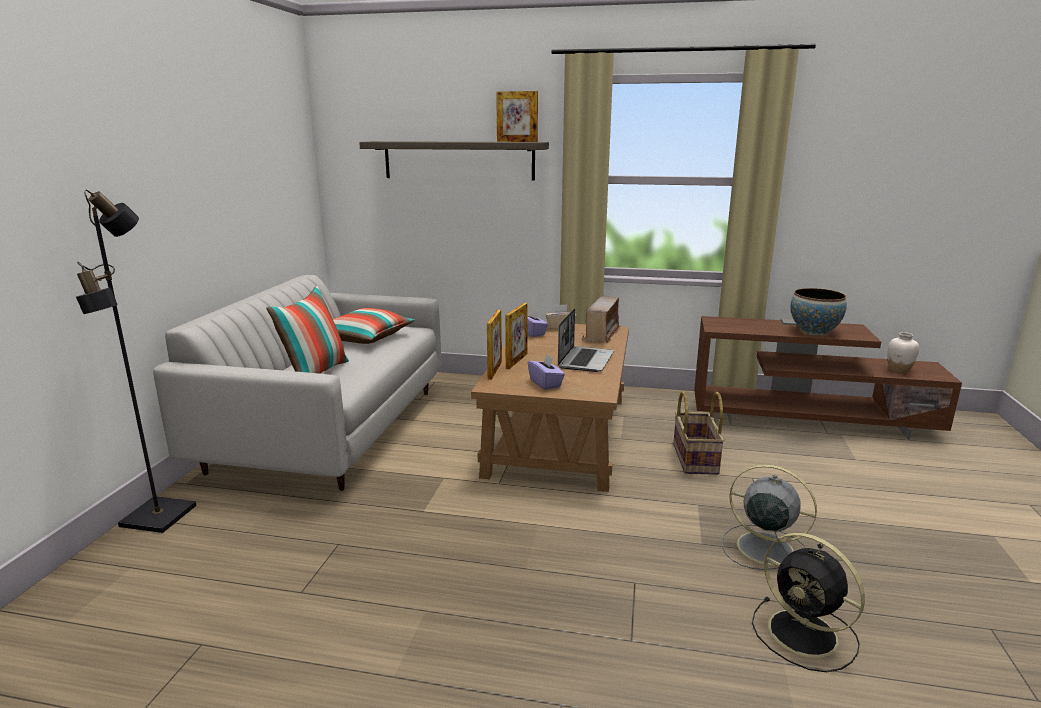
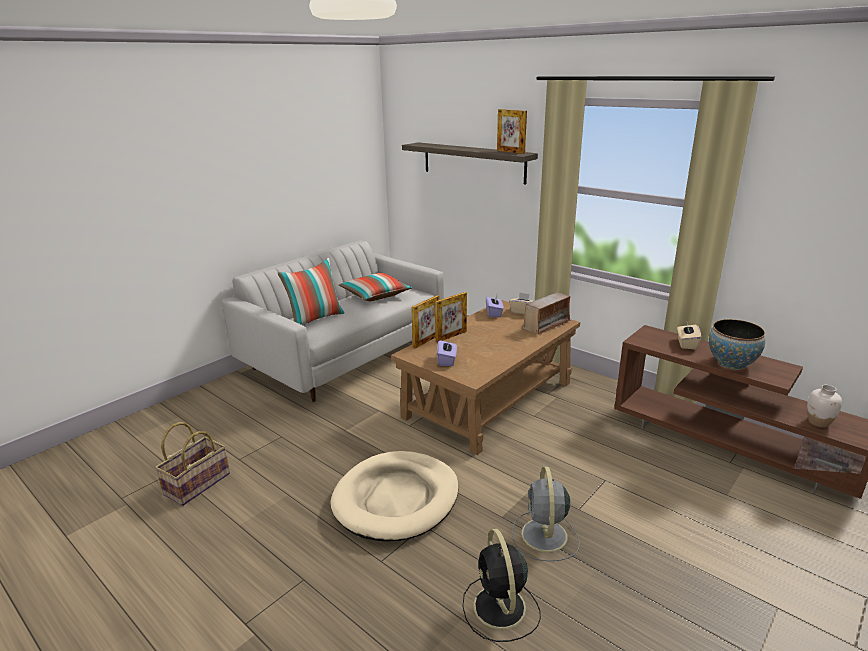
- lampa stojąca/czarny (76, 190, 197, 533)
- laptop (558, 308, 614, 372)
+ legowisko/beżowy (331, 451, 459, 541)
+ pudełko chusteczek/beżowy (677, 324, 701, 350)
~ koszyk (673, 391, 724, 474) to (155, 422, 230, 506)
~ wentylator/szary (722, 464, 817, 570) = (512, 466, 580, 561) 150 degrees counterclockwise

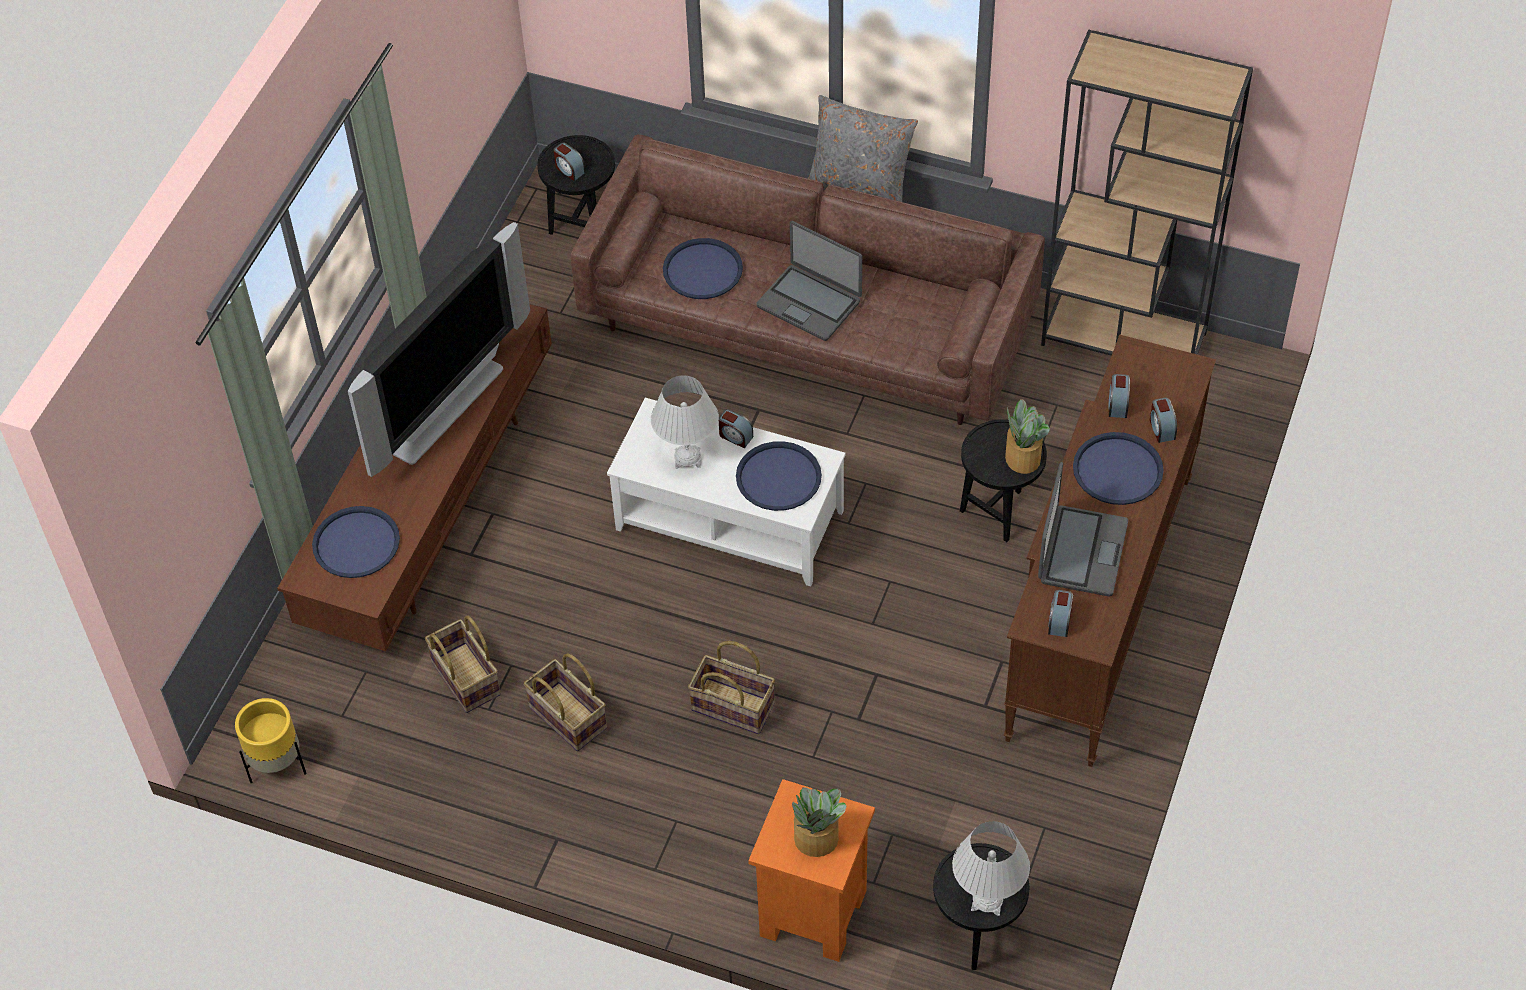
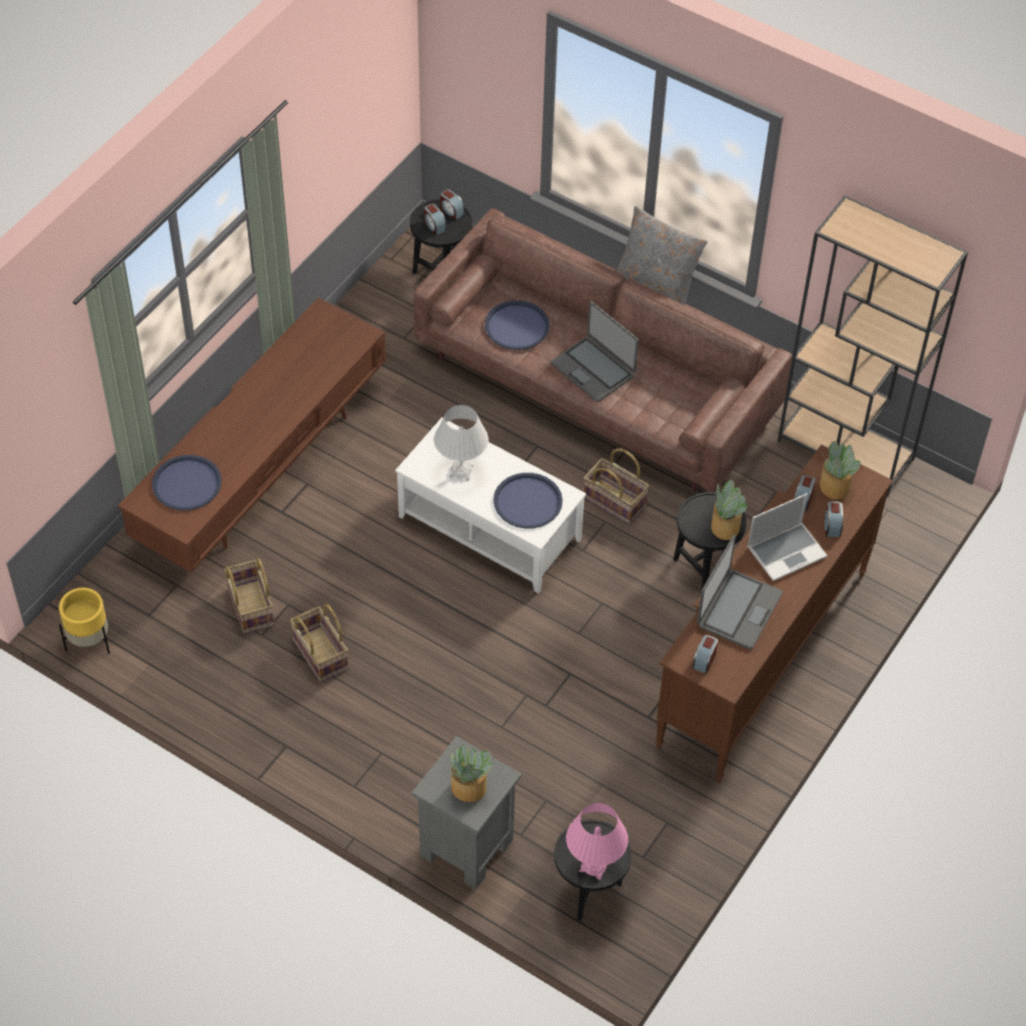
- telewizor (348, 222, 530, 477)
+ roślina doniczkowa (820, 441, 861, 500)
~ koszyk (688, 641, 775, 734) to (584, 448, 649, 525)
~ budzik (719, 409, 753, 448) to (440, 189, 464, 220)
~ taca/niebieski (1073, 432, 1164, 505) to laptop (747, 493, 827, 581)
~ szafka nocna/pomarańczowy (748, 779, 875, 962) to szafka nocna/szary (412, 736, 522, 890)
~ lampa stołowa/biały (952, 821, 1030, 916) to lampa stołowa/różowy (566, 803, 628, 880)

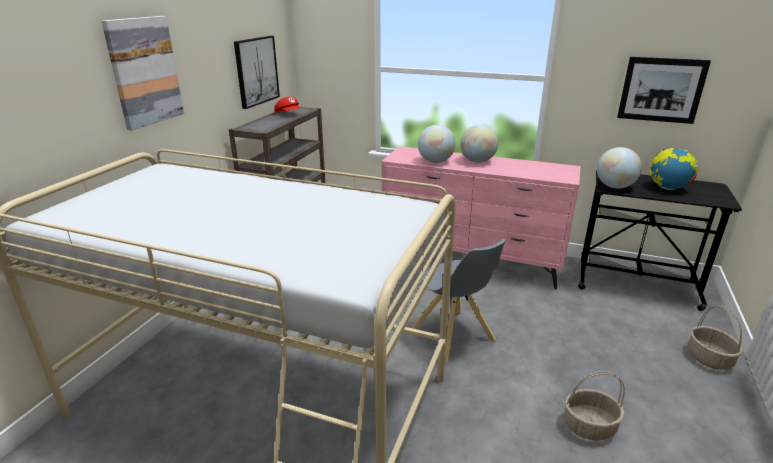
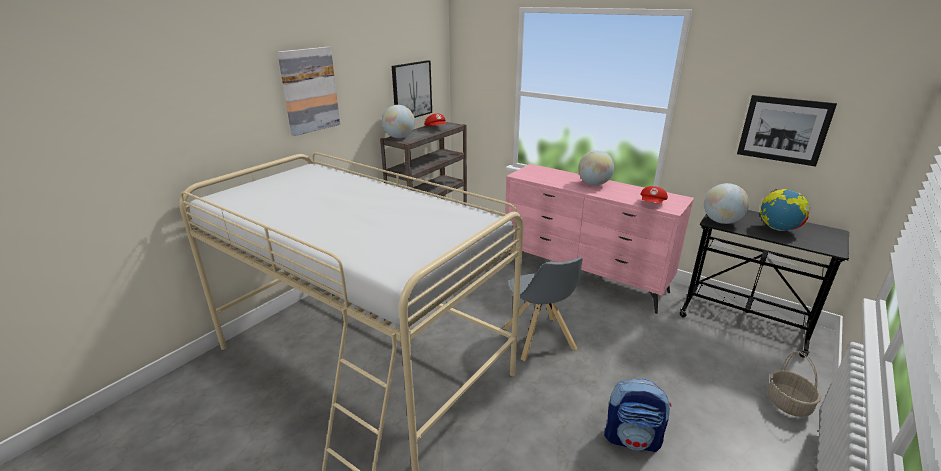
+ czapka z daszkiem/czerwony (640, 186, 668, 203)
~ globus (418, 125, 456, 163) to (382, 105, 415, 138)
~ koszyk (564, 371, 625, 441) to plecak (604, 379, 671, 452)

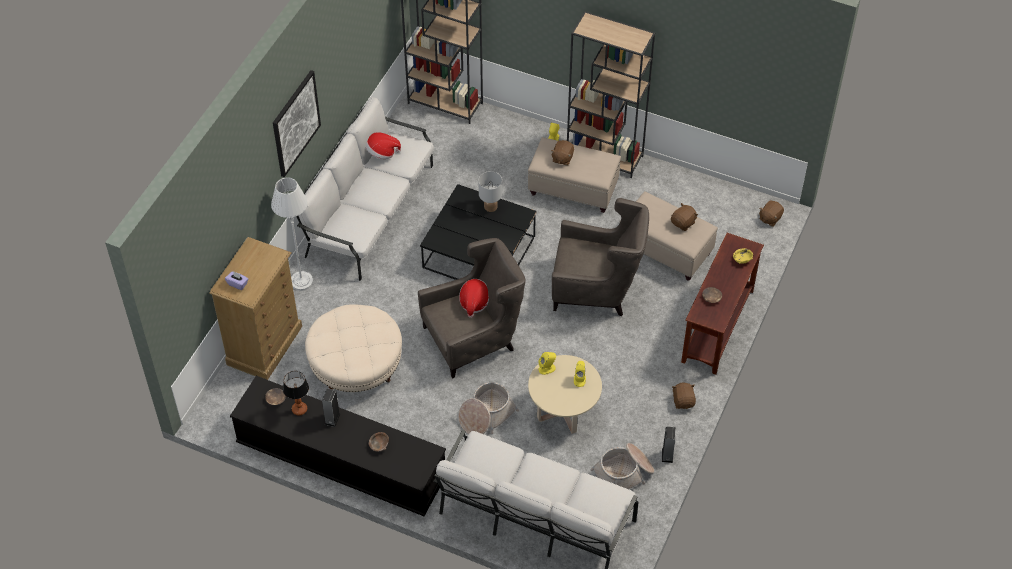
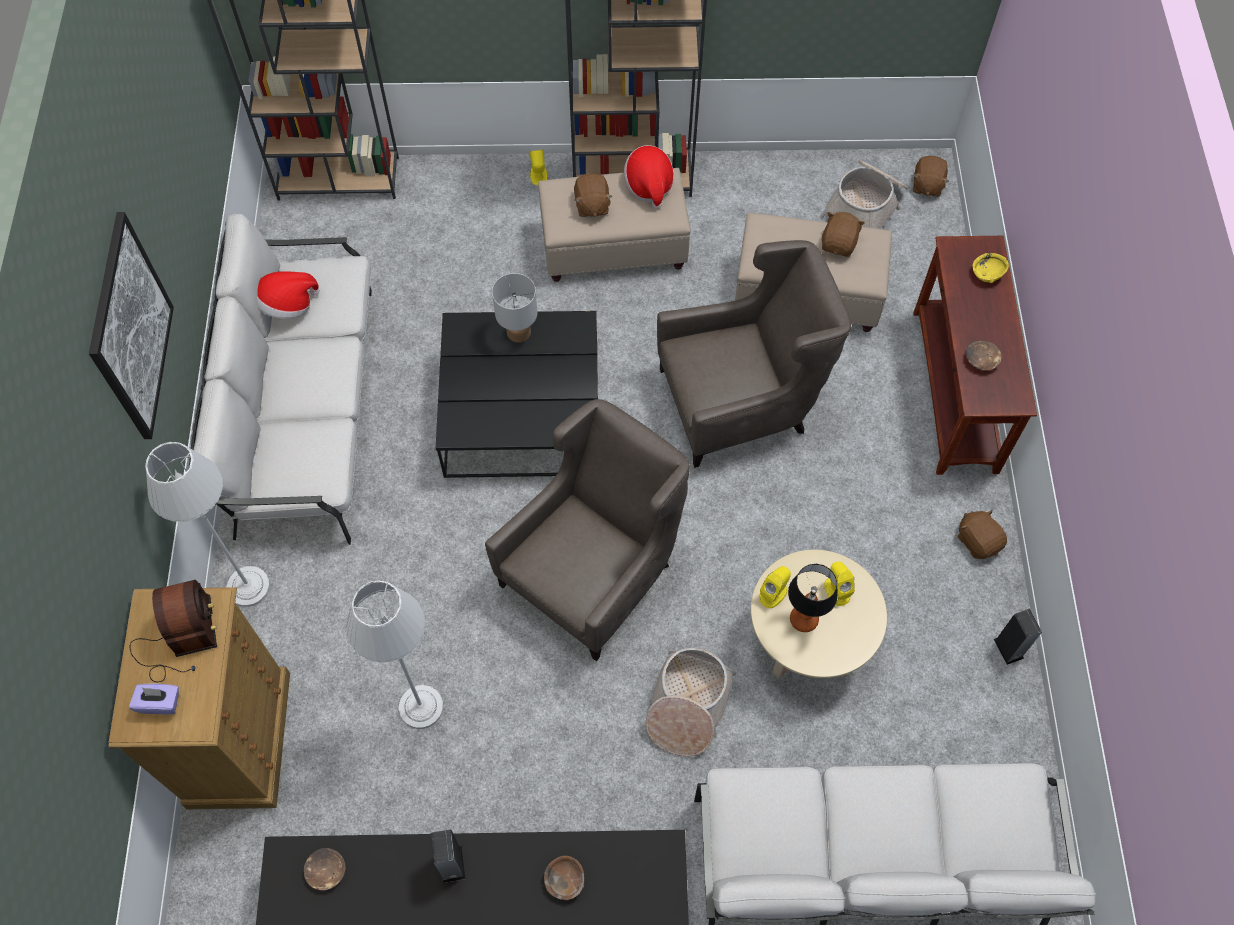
+ radio (130, 580, 217, 682)
~ lampa stołowa (283, 371, 309, 415) to (788, 564, 838, 632)
~ kapelusz (459, 279, 489, 318) to (624, 145, 674, 209)
~ koszyk (590, 443, 654, 489) to (819, 160, 908, 229)
~ pufa/beżowy (305, 304, 402, 392) to lampa stojąca/szary (346, 581, 443, 729)

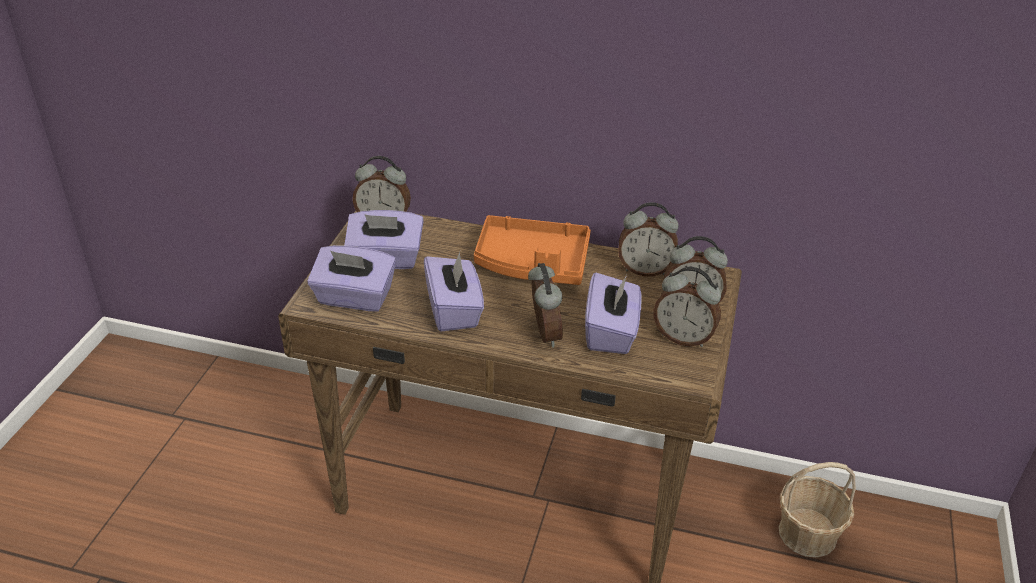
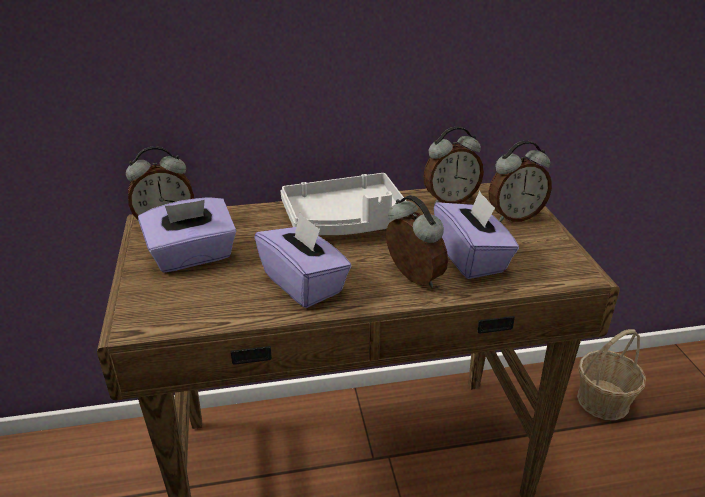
- pudełko chusteczek/fioletowy (307, 245, 396, 312)
- budzik (654, 267, 721, 347)
~ taca/pomarańczowy (474, 215, 591, 285) to taca/szary (280, 173, 406, 235)

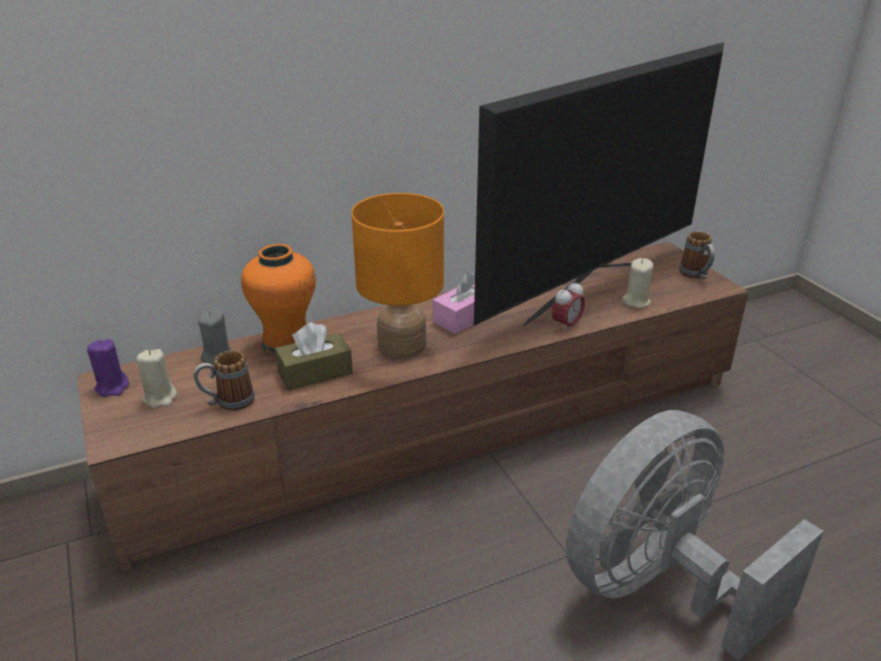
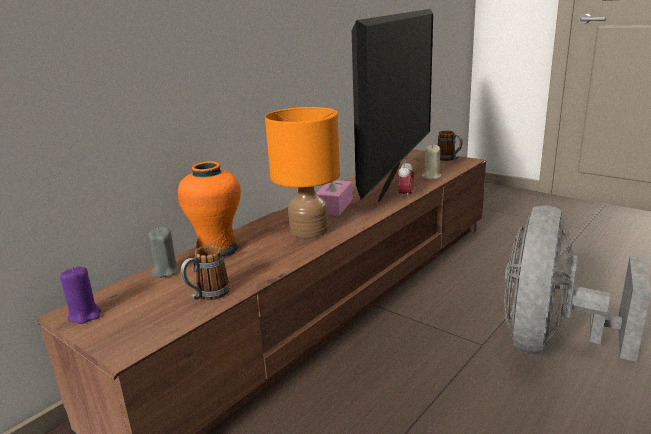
- świeca/beżowy (136, 349, 177, 408)
- pudełko chusteczek/brązowy (275, 322, 353, 391)

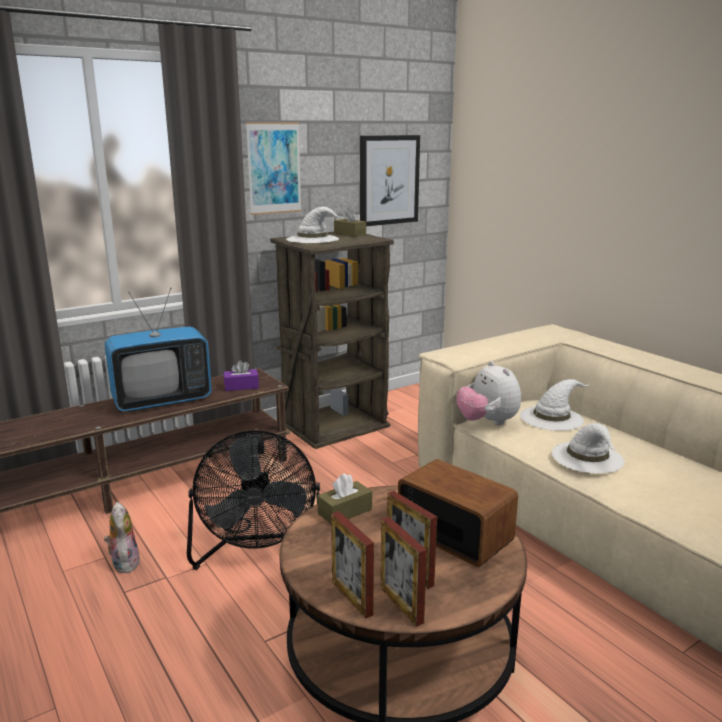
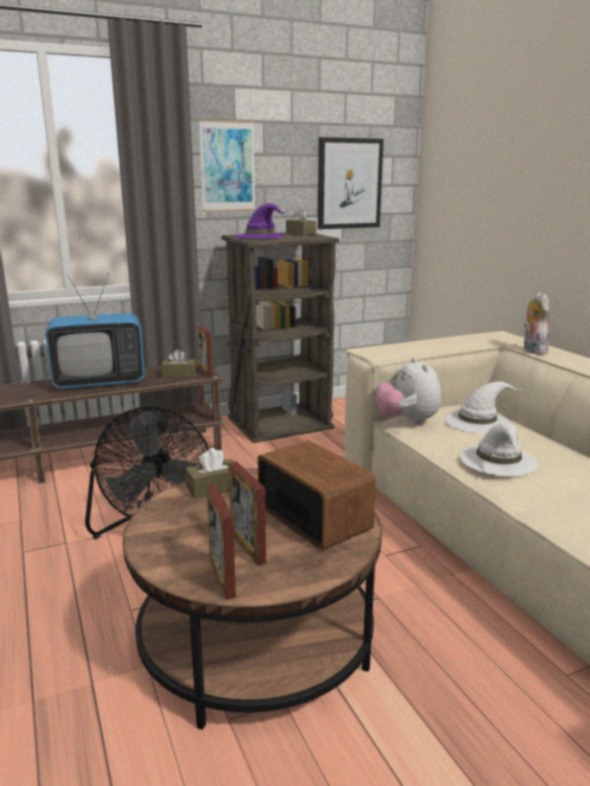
~ pluszak (104, 502, 140, 573) to (523, 292, 550, 355)
~ ramka na zdjęcie (331, 511, 374, 618) to (198, 326, 213, 376)
~ pudełko chusteczek/fioletowy (224, 360, 259, 391) to pudełko chusteczek/brązowy (161, 349, 196, 378)
~ kapelusz/biały (286, 207, 343, 243) to kapelusz/fioletowy (235, 203, 286, 239)

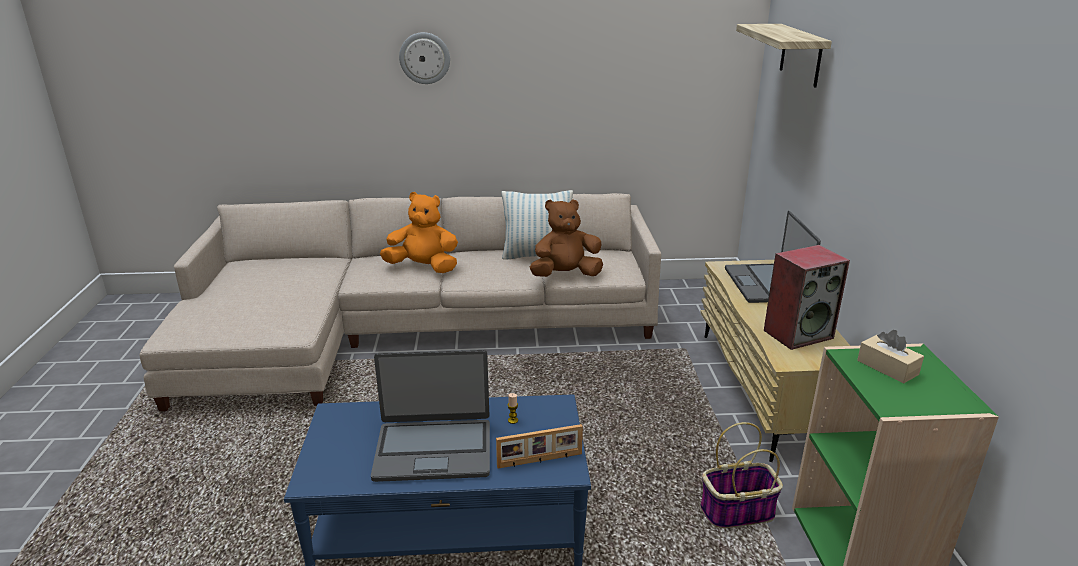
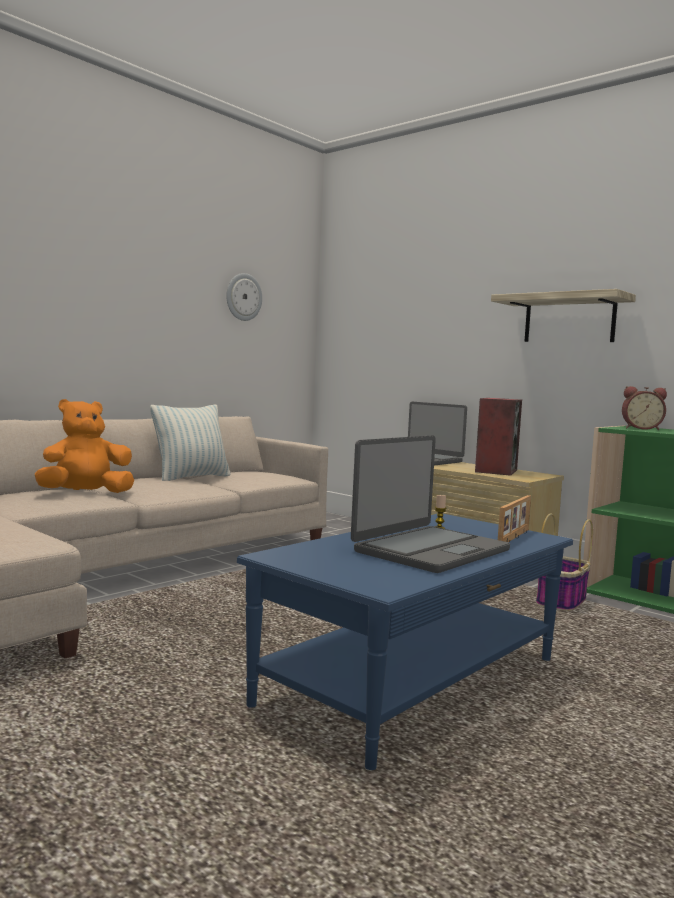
- pluszak/brązowy (530, 199, 603, 277)
~ zegar ścienny (399, 32, 450, 84) to (226, 273, 262, 321)
~ półka (736, 24, 832, 87) to (491, 289, 636, 342)
~ pudełko chusteczek/beżowy (857, 330, 924, 384) to budzik (622, 386, 667, 430)

